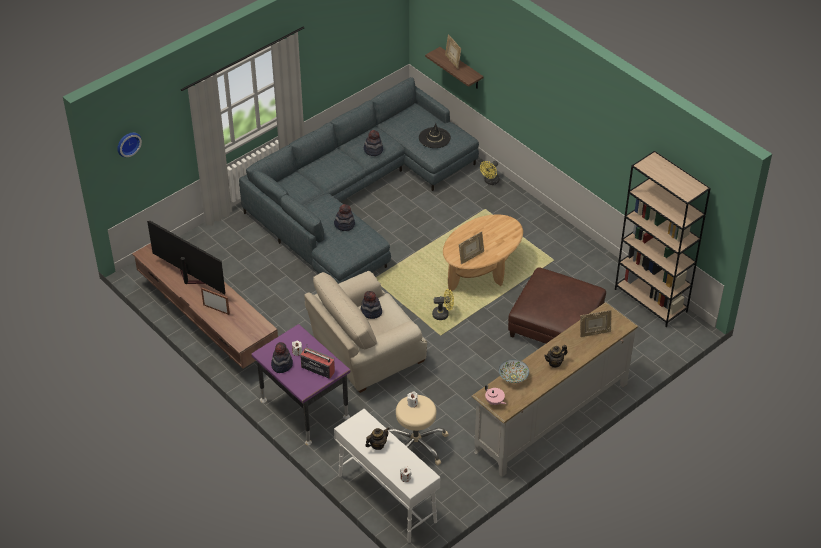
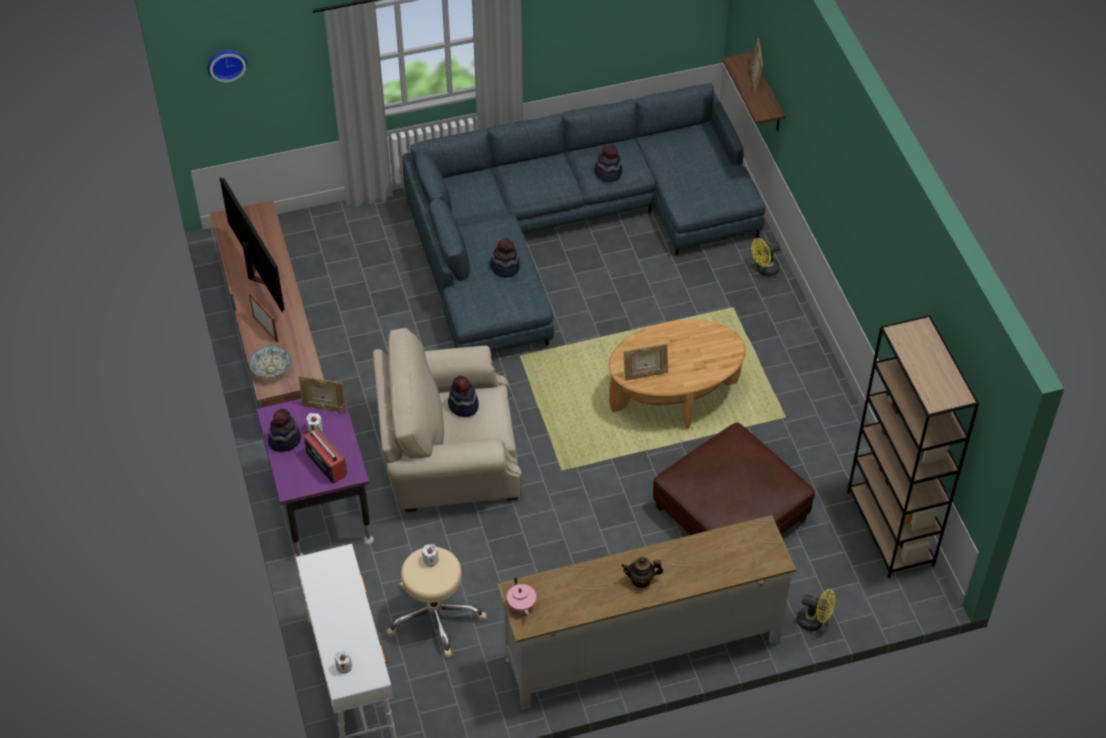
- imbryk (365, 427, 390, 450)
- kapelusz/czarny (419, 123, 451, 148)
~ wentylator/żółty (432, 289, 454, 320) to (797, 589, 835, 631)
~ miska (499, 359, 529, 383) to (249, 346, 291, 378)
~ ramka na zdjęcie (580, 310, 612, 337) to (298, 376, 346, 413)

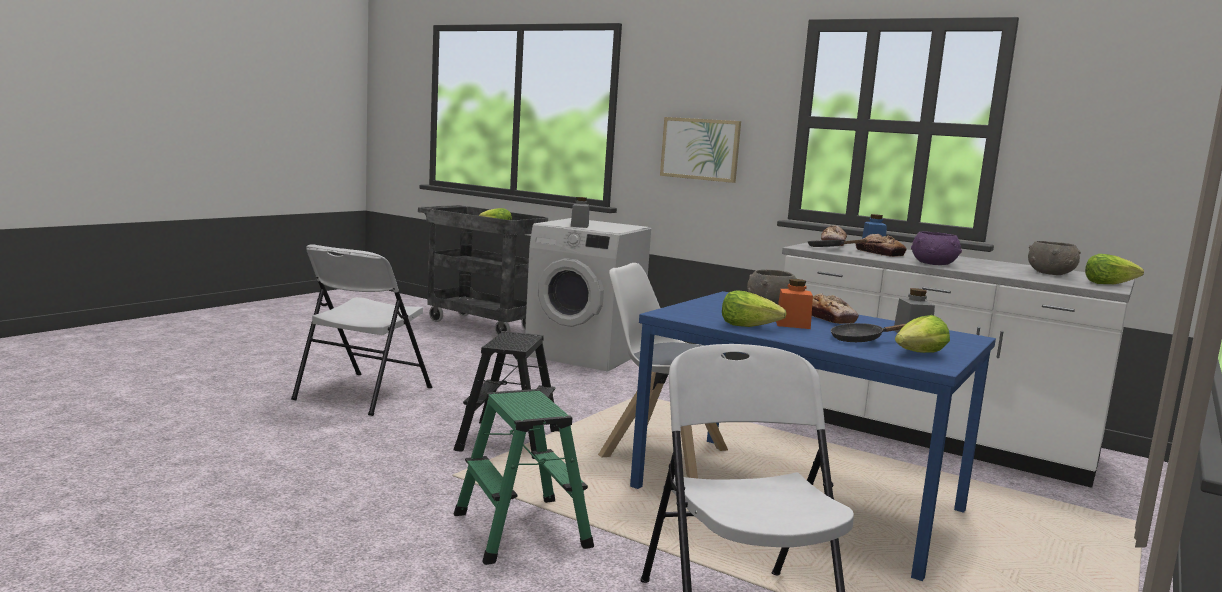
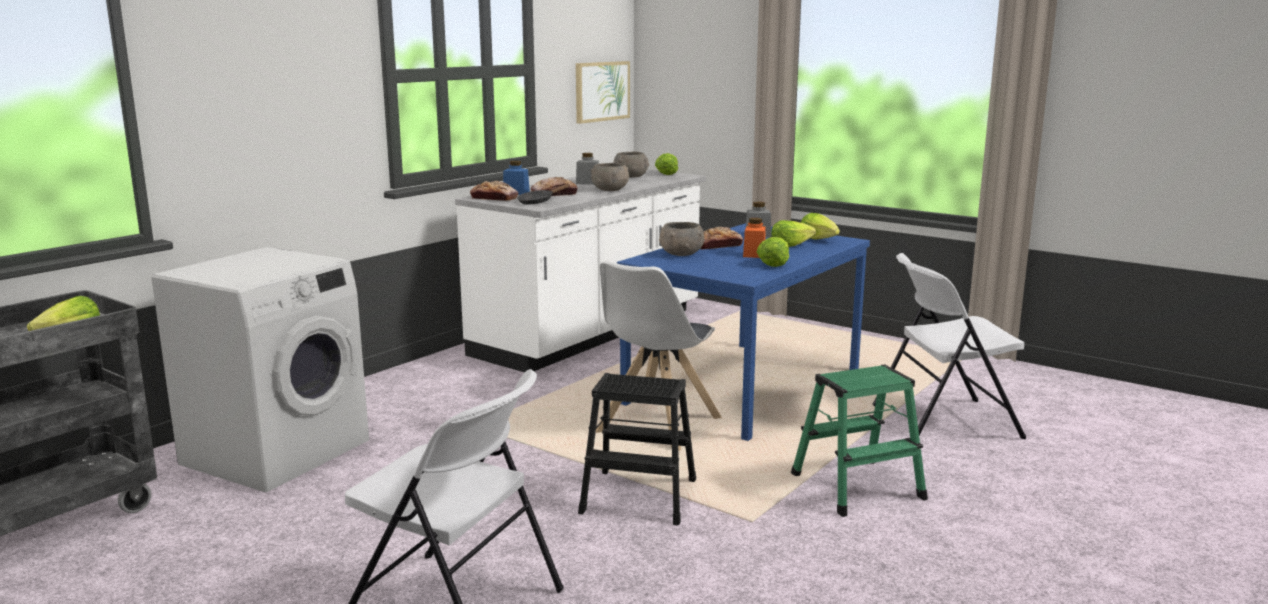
~ słoik/szary (571, 197, 589, 228) to (576, 153, 599, 185)
~ obraz (660, 117, 741, 183) to (576, 61, 630, 124)
~ patelnia/czarny (831, 323, 907, 342) to sałata (771, 220, 816, 247)
~ miska/fioletowy (911, 231, 962, 265) to miska/szary (590, 163, 629, 191)

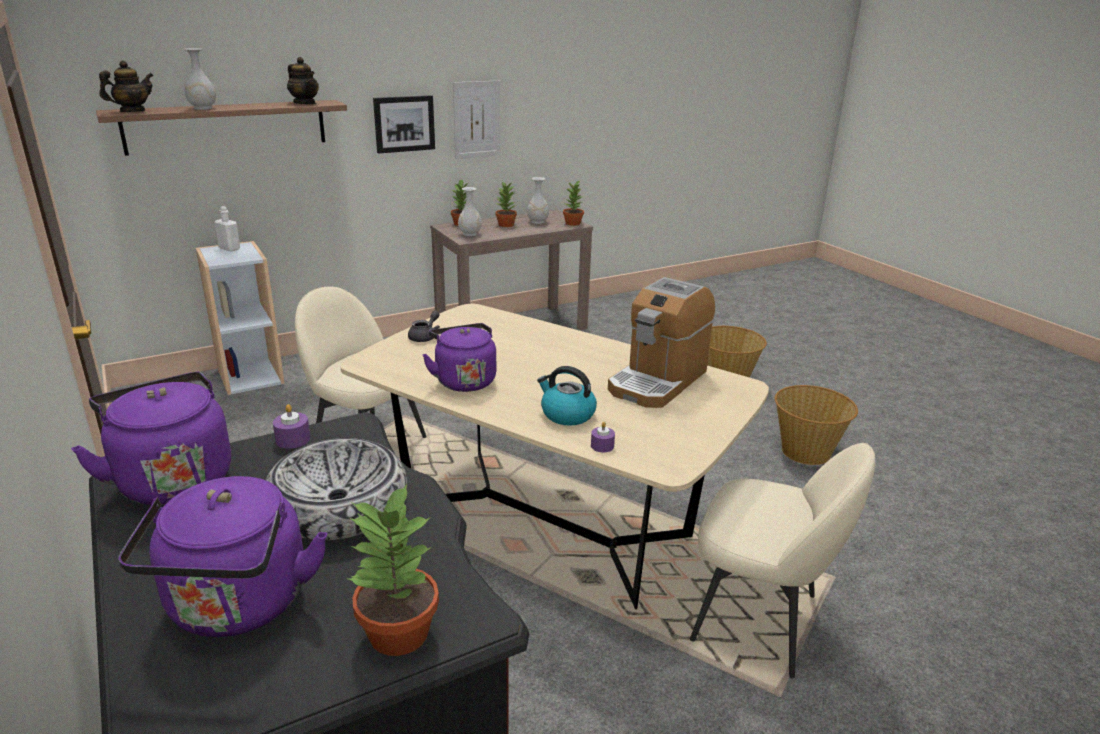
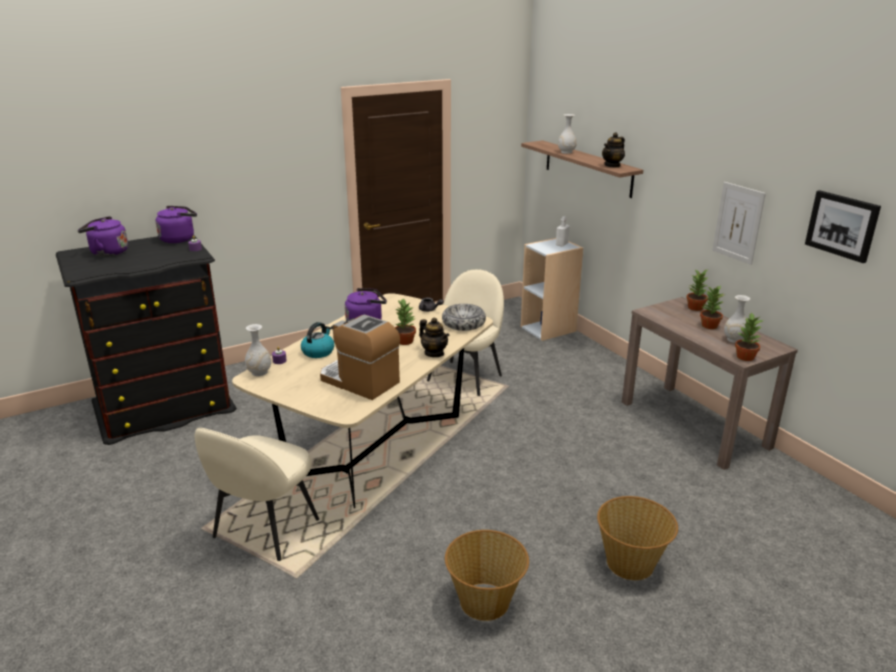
~ imbryk (99, 61, 153, 112) to (419, 317, 449, 357)
~ miska (266, 438, 407, 540) to (442, 304, 486, 331)
~ roślina doniczkowa (348, 484, 439, 656) to (395, 299, 416, 345)
~ obraz (373, 95, 435, 154) to (805, 190, 881, 263)
~ wazon/biały (458, 187, 482, 236) to (245, 324, 271, 376)

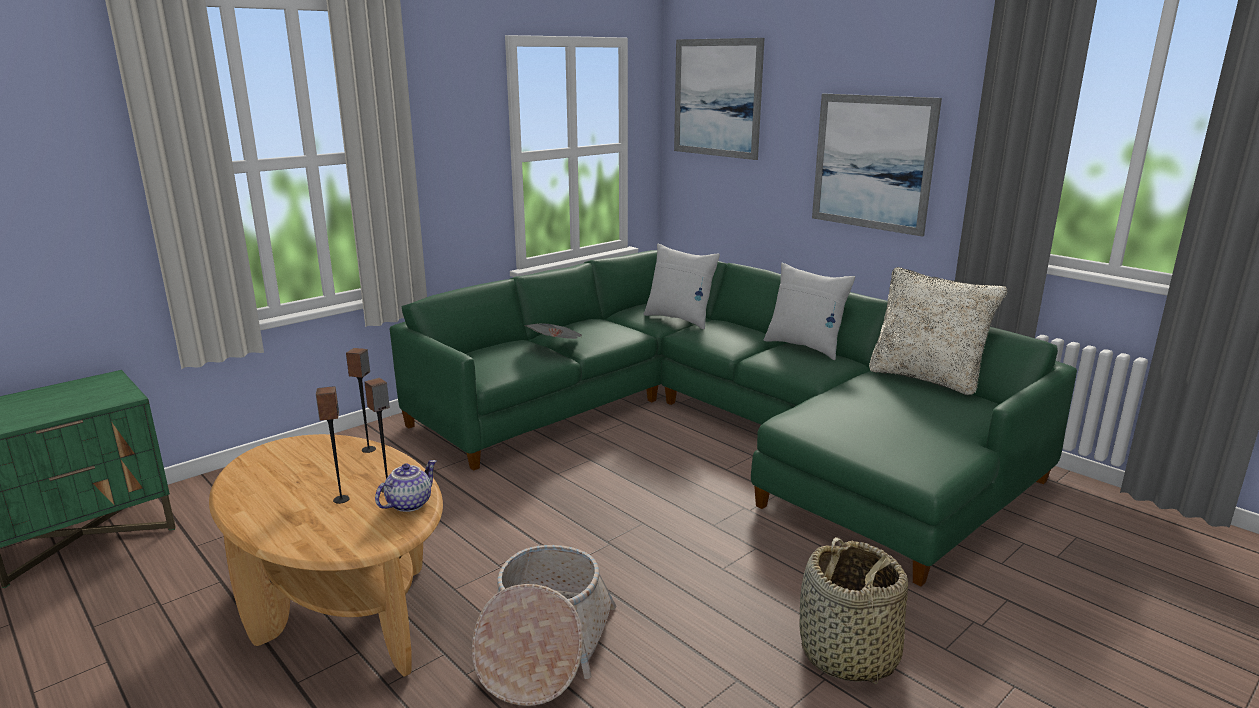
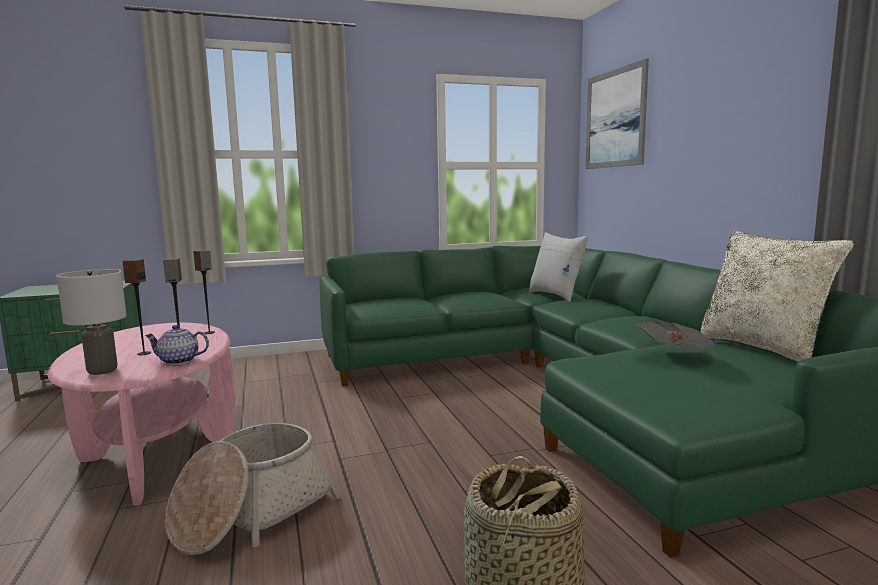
- poduszka/szary (764, 263, 855, 360)
- obraz (812, 94, 942, 236)
+ lampa stołowa/biały (56, 269, 127, 375)
~ gazeta (524, 324, 582, 339) to (635, 321, 715, 350)
~ ława/brązowy (209, 434, 443, 677) to ława/różowy (48, 323, 235, 506)
~ imbryk (375, 460, 436, 512) = (145, 325, 209, 365) 150 degrees counterclockwise

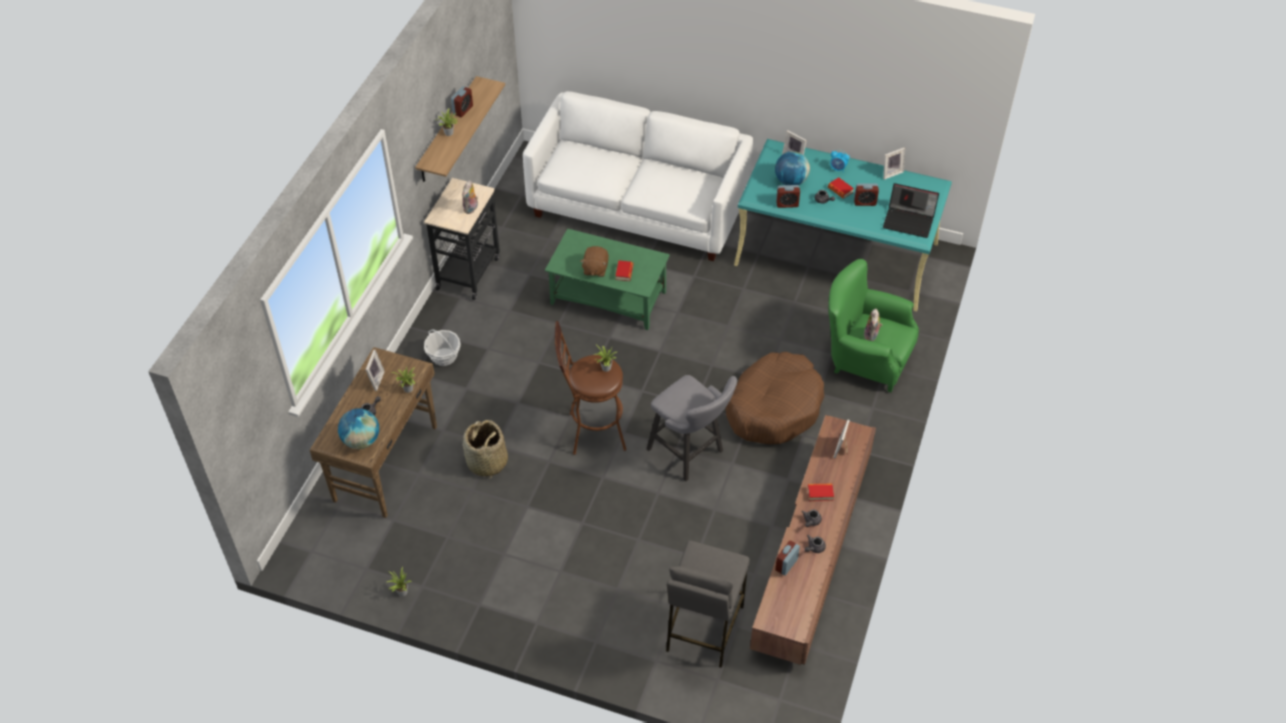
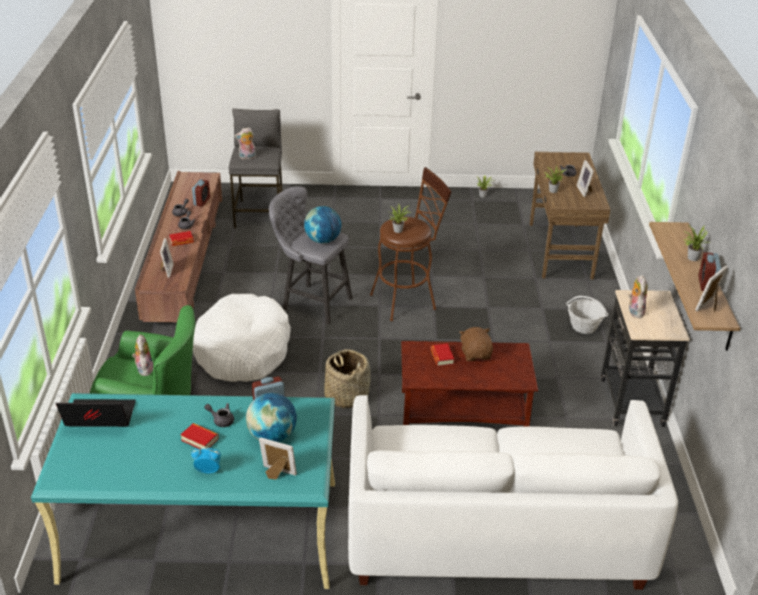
- budzik (854, 183, 879, 206)
+ pluszak (235, 127, 256, 160)
~ globus (338, 408, 379, 449) to (304, 206, 342, 243)
~ koszyk (463, 420, 508, 479) to (324, 349, 371, 409)
~ ramka na zdjęcie (883, 147, 905, 180) to (695, 266, 728, 312)
~ ława/zielony (545, 228, 670, 330) to ława/brązowy (401, 341, 538, 426)
~ legowisko/brązowy (726, 352, 825, 444) to legowisko/biały (193, 294, 291, 382)

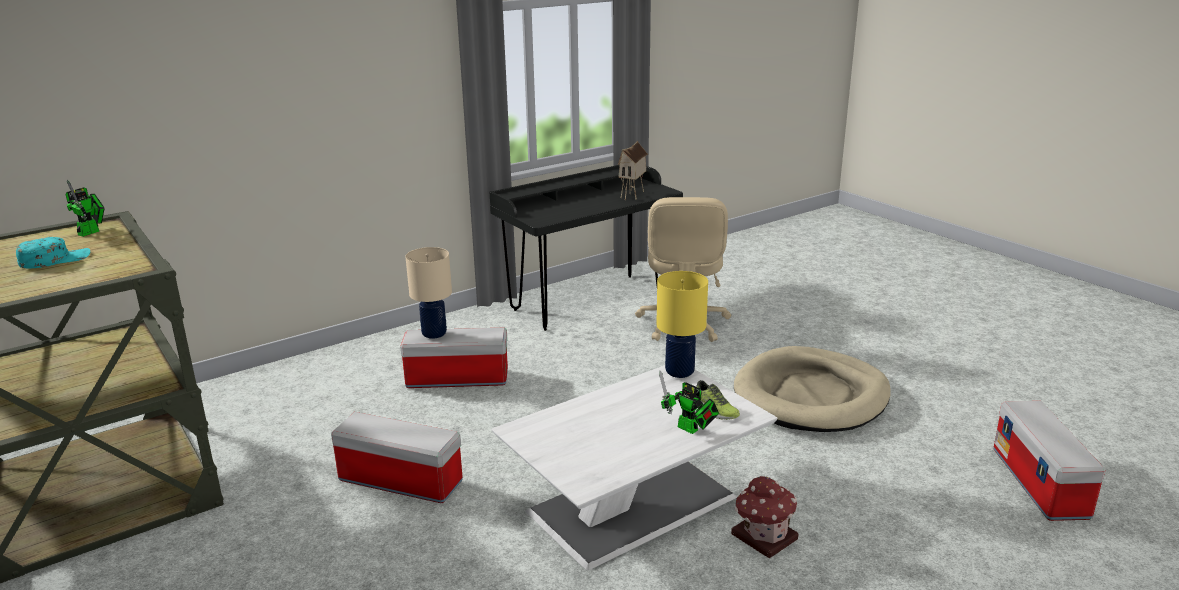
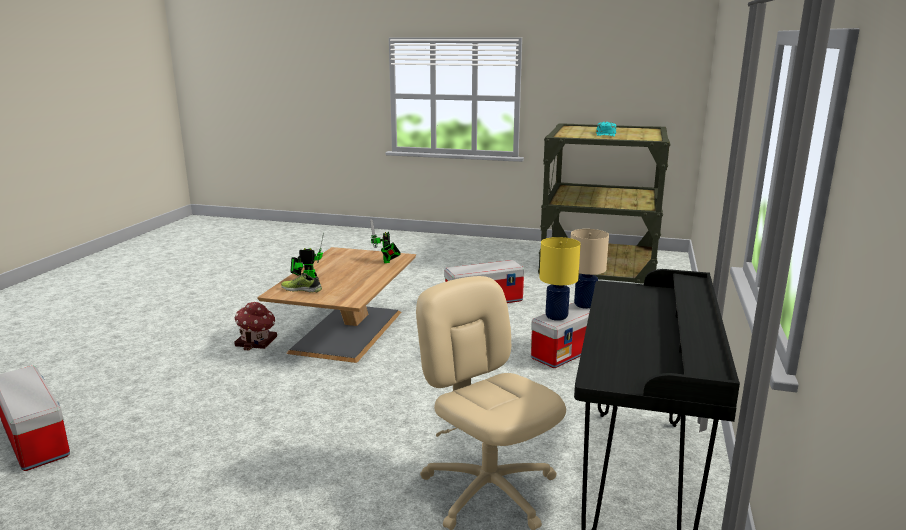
- domek (618, 141, 648, 200)
- legowisko/beżowy (734, 346, 891, 432)
~ robot zabawkowy (65, 179, 105, 237) to (370, 219, 401, 263)
~ lampa stołowa/żółty (656, 271, 708, 378) to (539, 237, 581, 321)
~ ława/biały (491, 365, 778, 571) to ława/brązowy (257, 247, 416, 363)

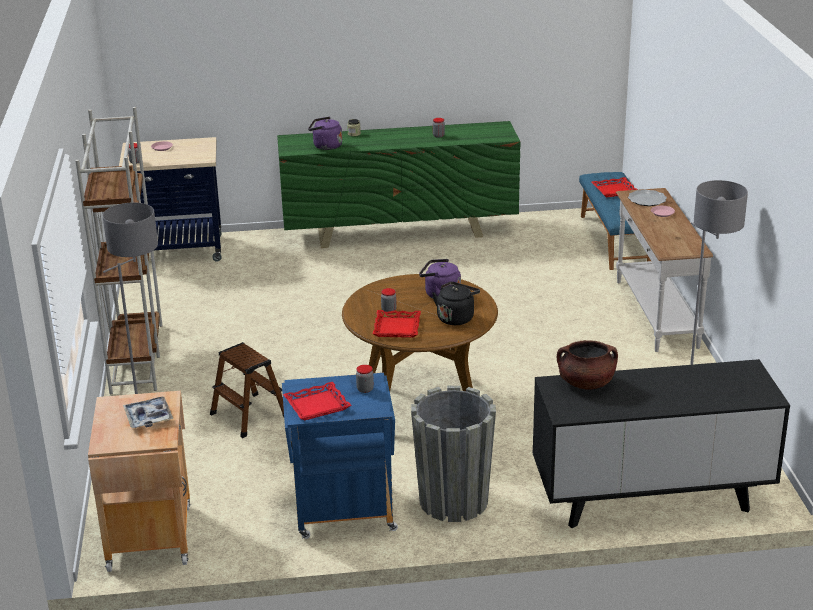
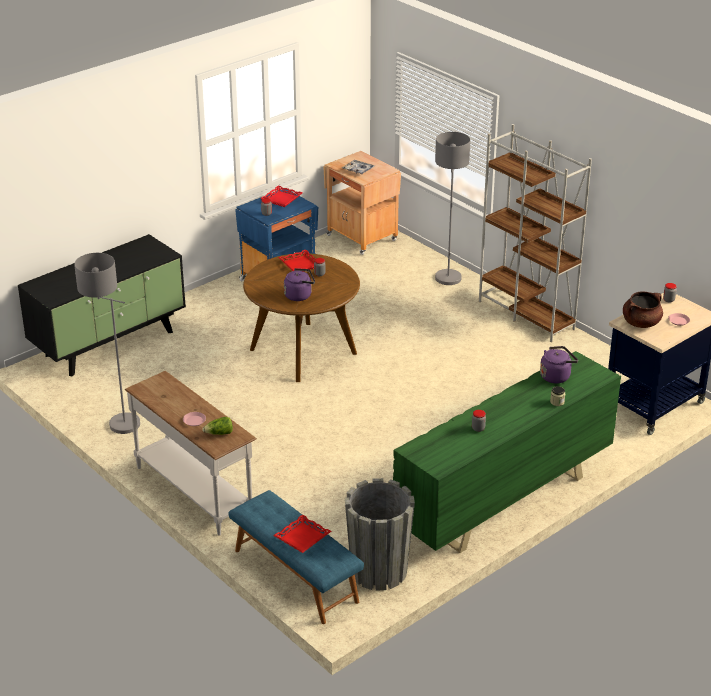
- drabinka/brązowy (210, 342, 284, 438)
- czajnik/czarny (432, 282, 480, 325)
~ donica/szary (411, 386, 496, 522) to (345, 478, 415, 591)
~ garnek/brązowy (557, 340, 618, 390) to (623, 292, 663, 328)
~ talerz (628, 190, 667, 206) to sałata (202, 417, 233, 435)

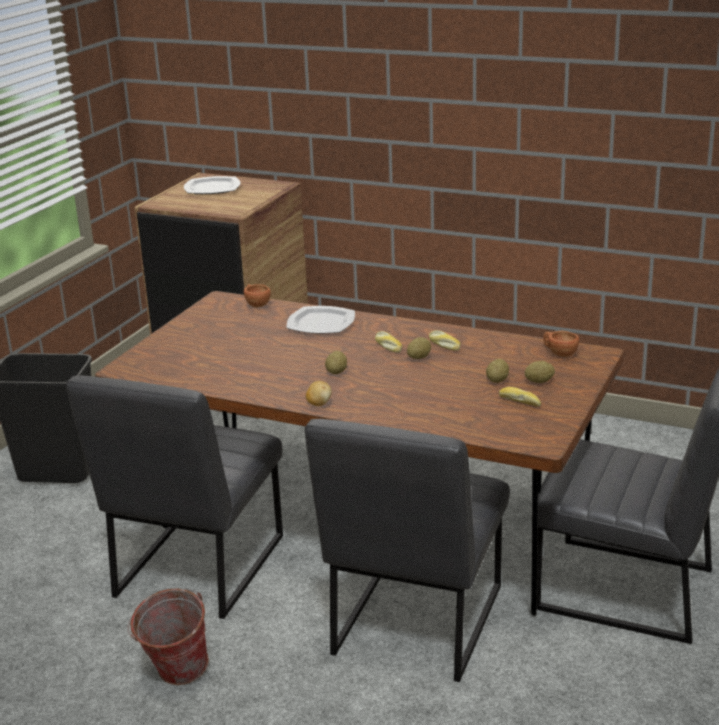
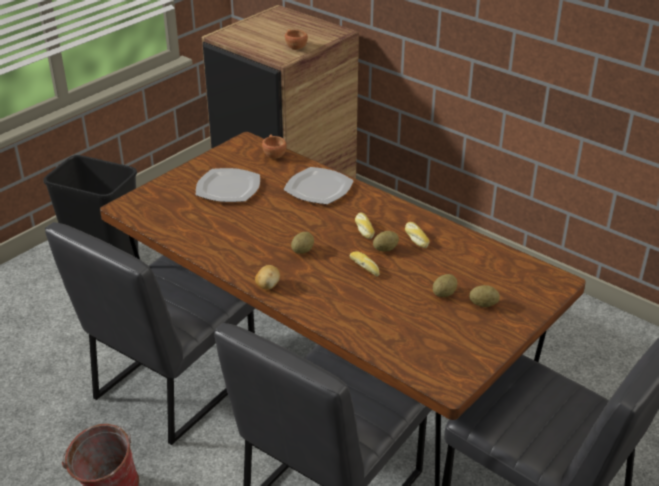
~ talerz (184, 176, 241, 194) to (196, 168, 260, 202)
~ chleb (499, 387, 541, 407) to (350, 251, 379, 277)
~ filiżanka/brązowy (543, 331, 579, 357) to (285, 29, 308, 50)

